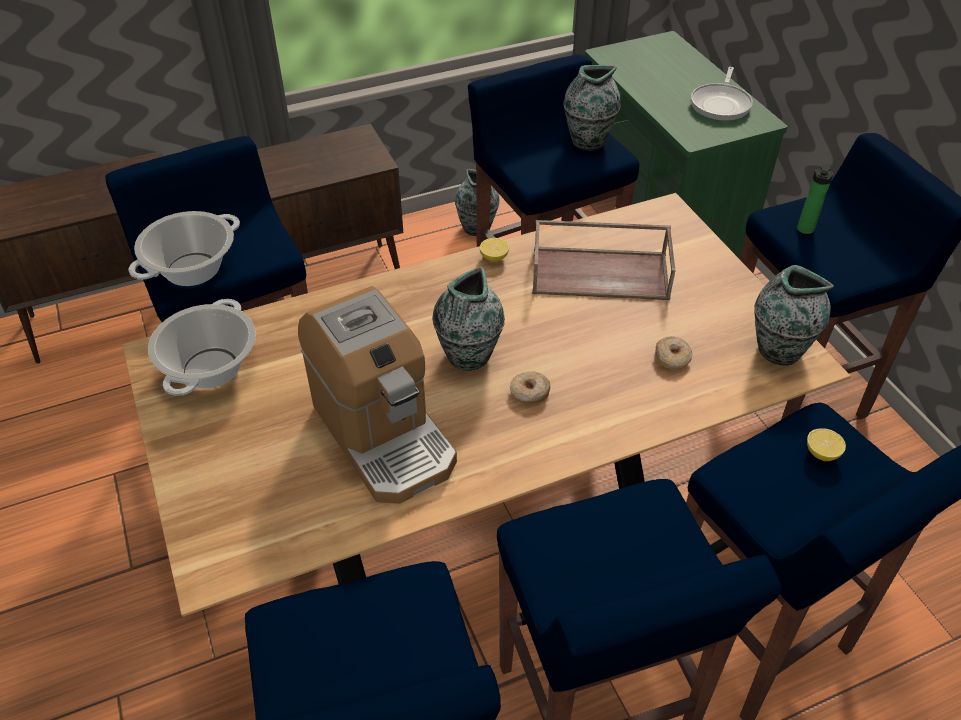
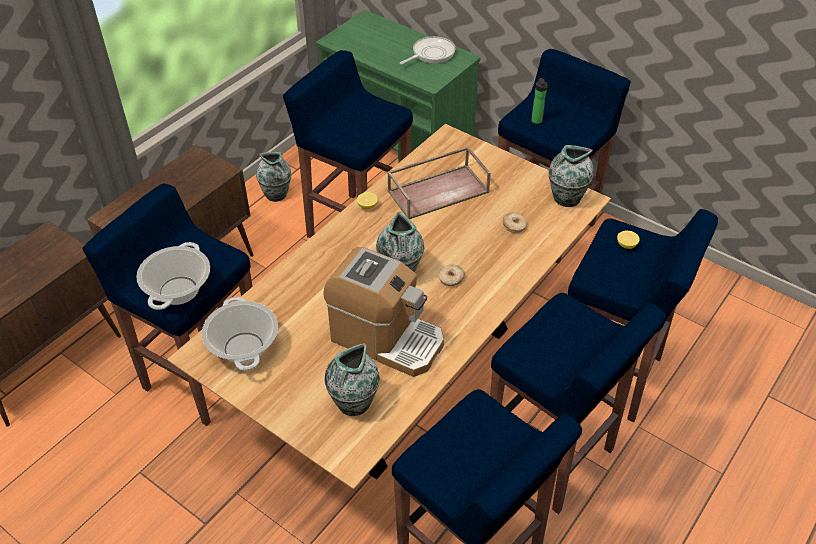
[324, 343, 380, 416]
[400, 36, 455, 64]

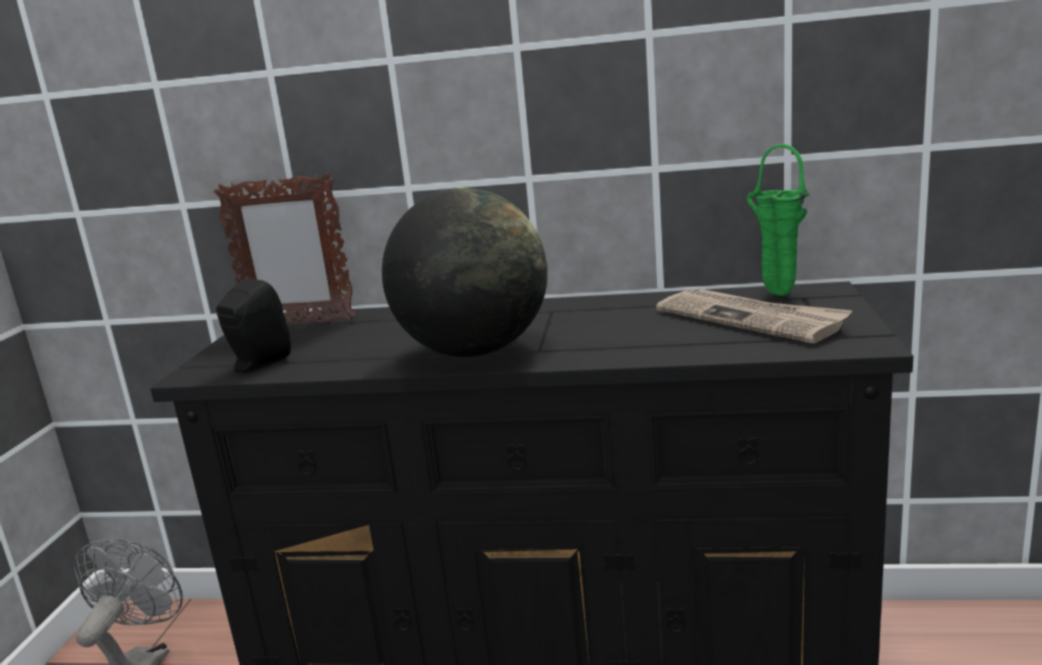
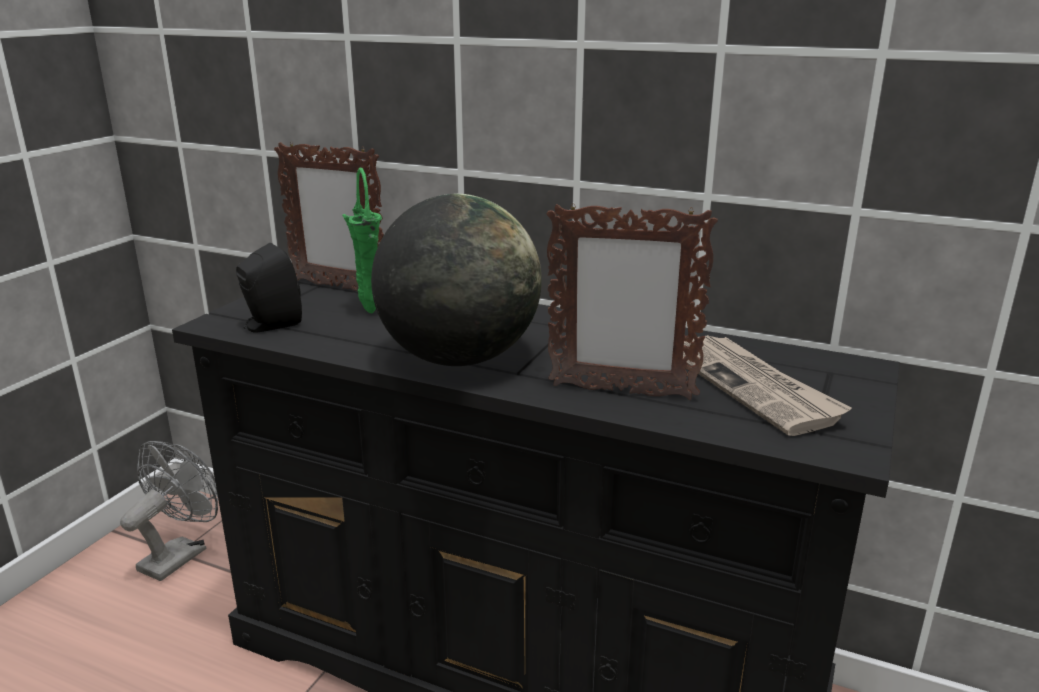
[547, 203, 718, 400]
[342, 168, 382, 314]

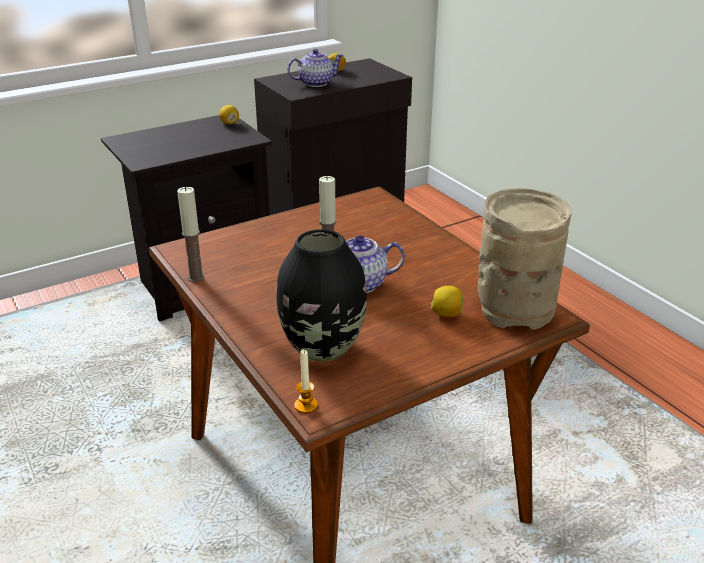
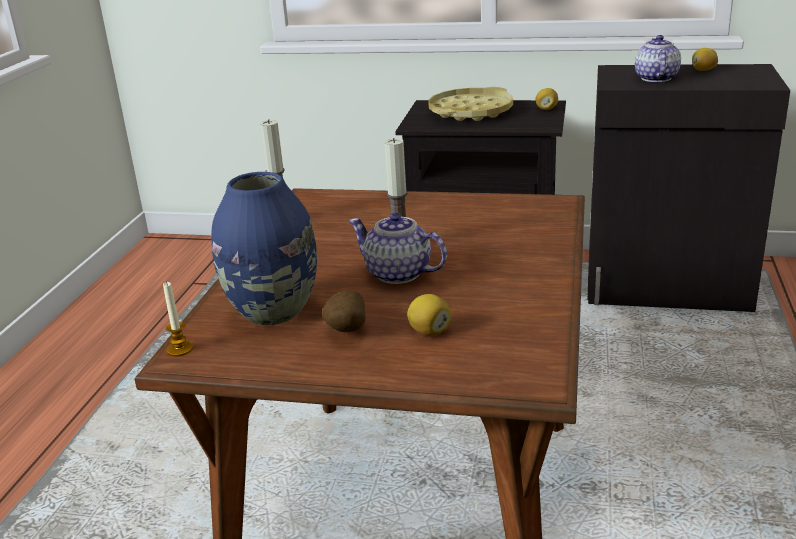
[478, 188, 572, 330] (first image)
[322, 291, 366, 332]
[429, 87, 513, 121]
[211, 172, 317, 325]
[635, 35, 681, 82]

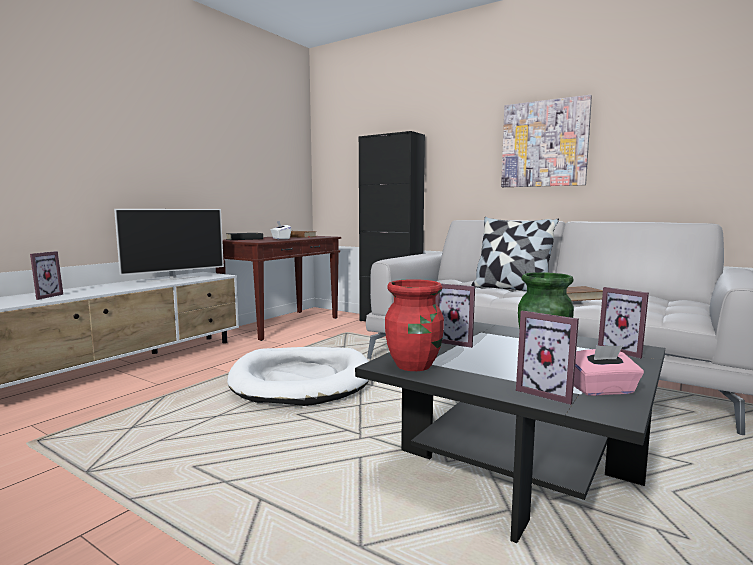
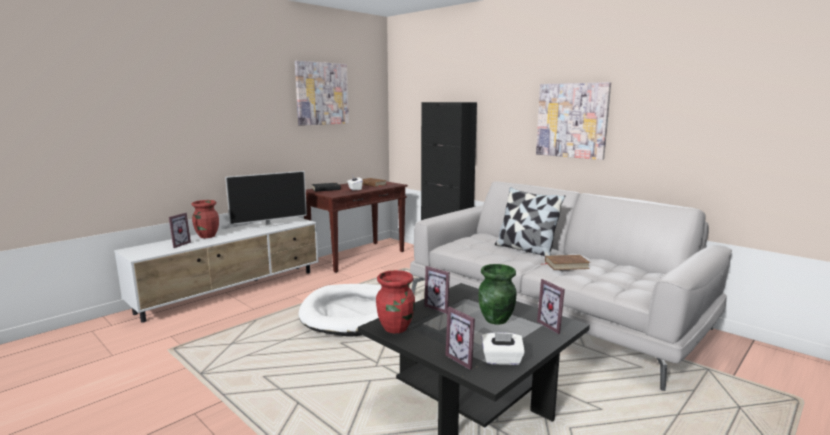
[192, 200, 219, 238]
[295, 61, 349, 126]
[481, 332, 525, 365]

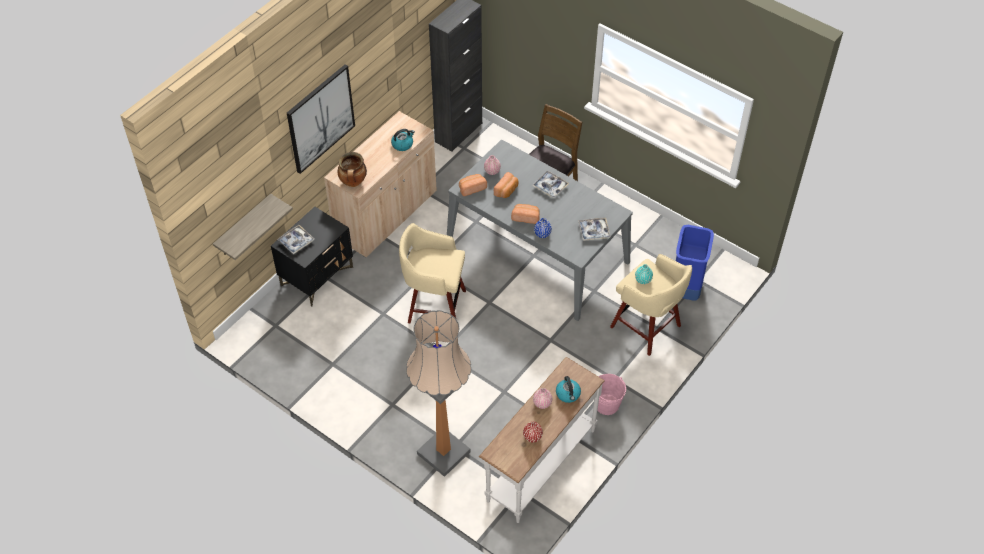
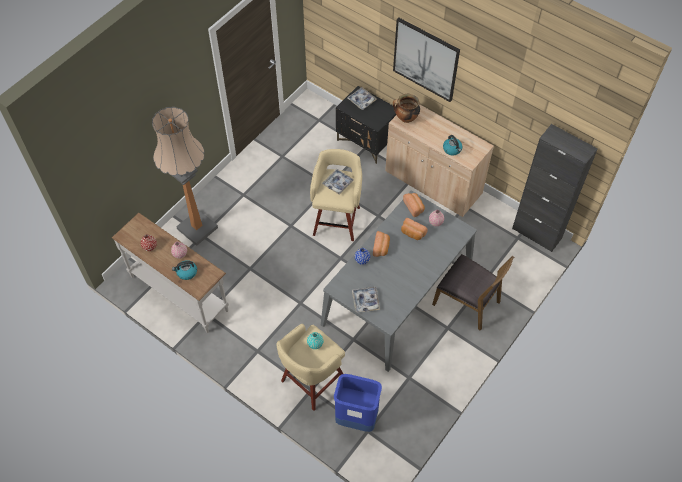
[213, 194, 293, 260] (first image)
[597, 374, 626, 415] (first image)
[322, 169, 354, 195]

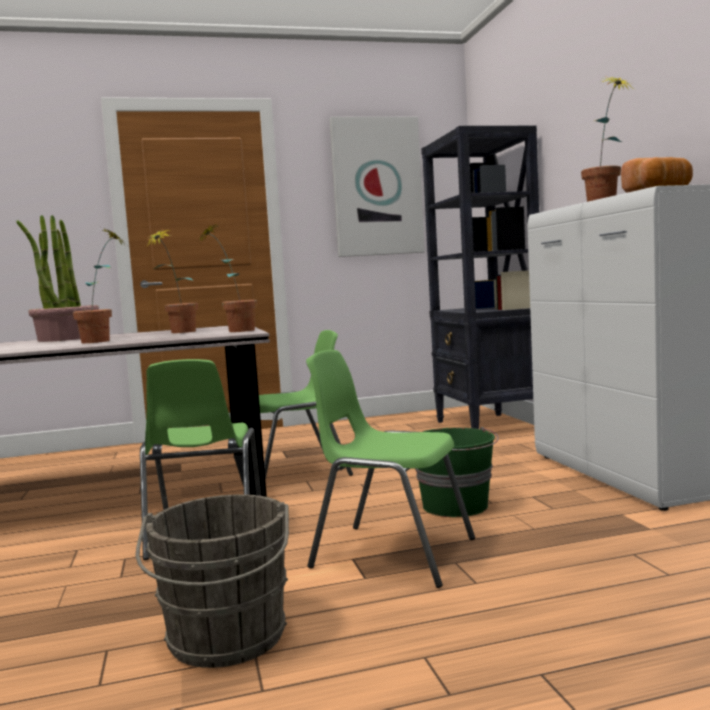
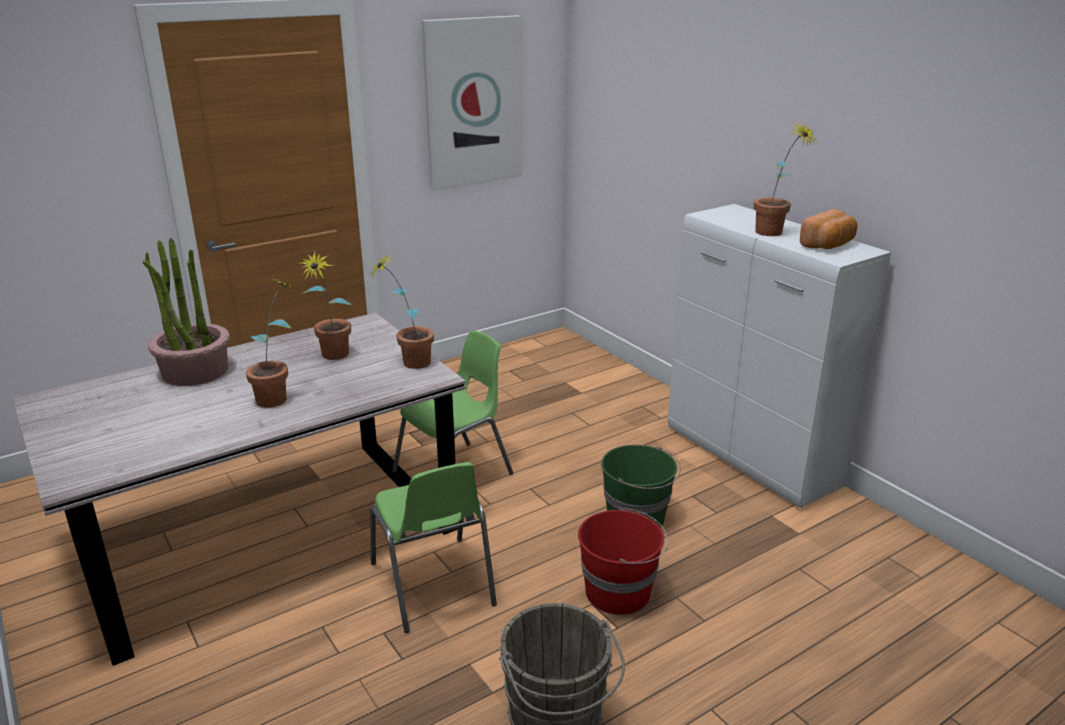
[421, 126, 539, 429] (first image)
[578, 507, 668, 615]

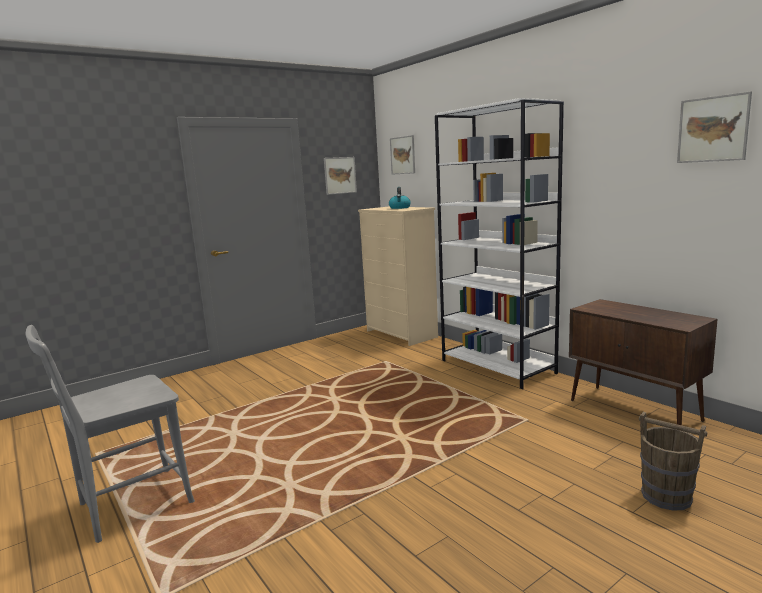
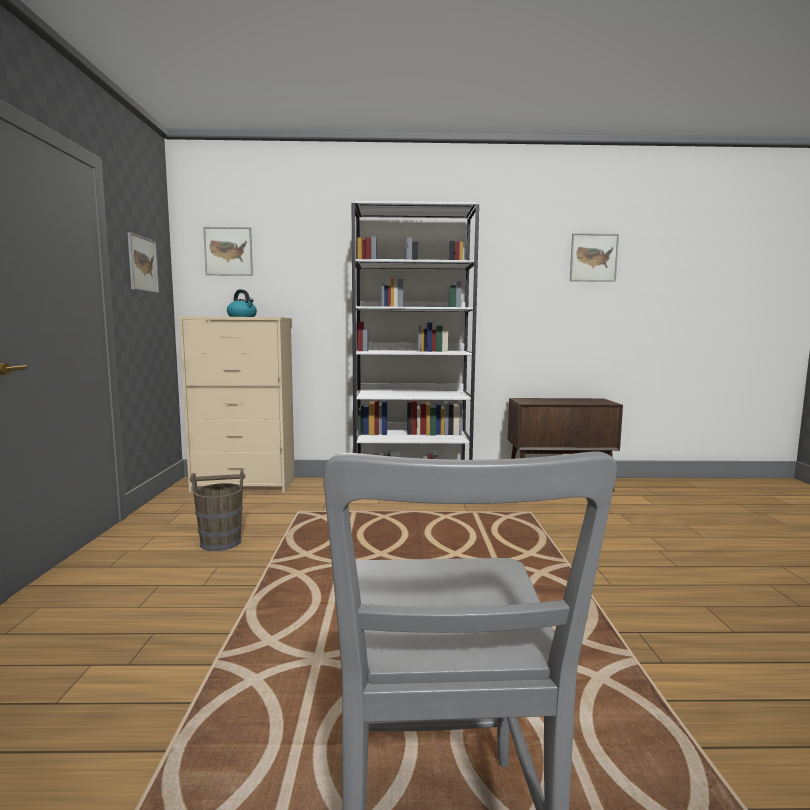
[190, 470, 245, 551]

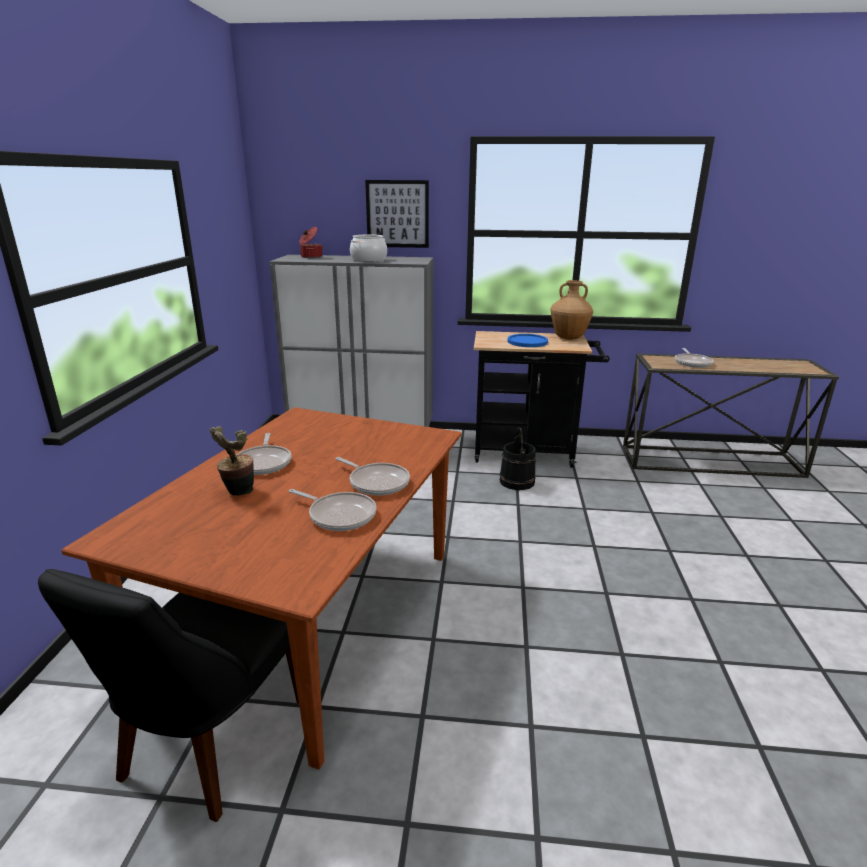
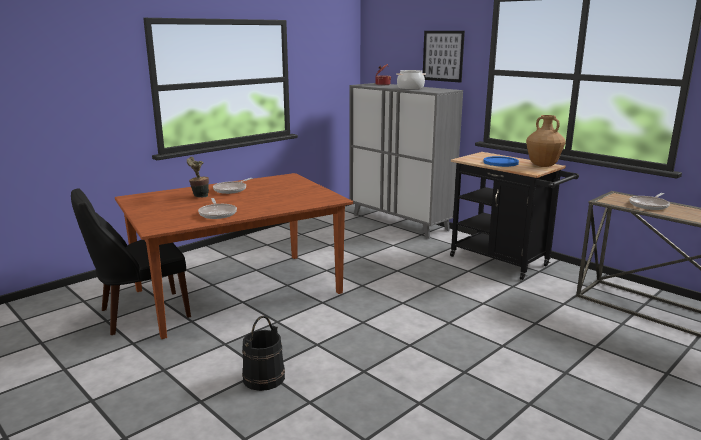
[335, 457, 410, 496] (first image)
[242, 316, 285, 391]

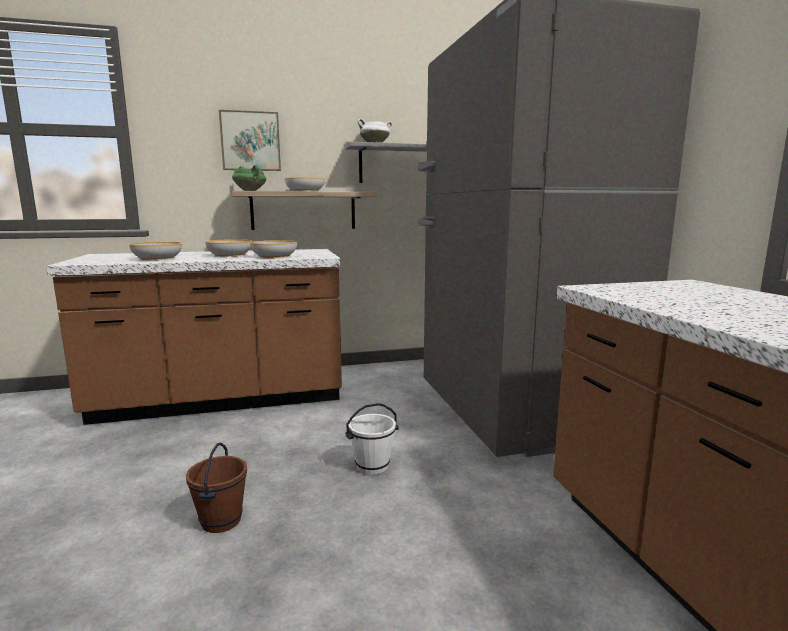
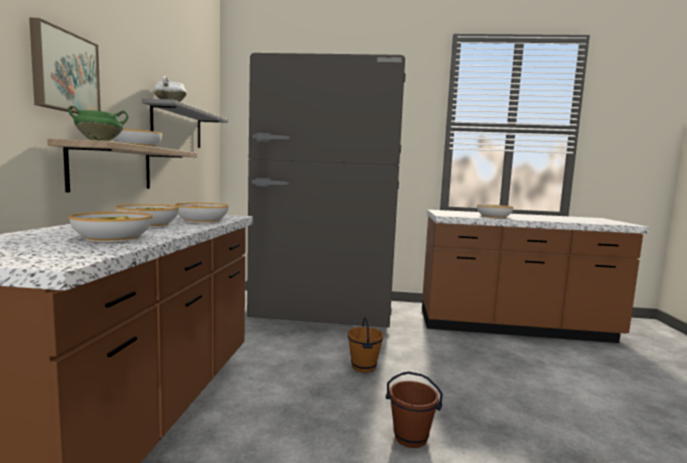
[477, 204, 514, 218]
[348, 317, 383, 373]

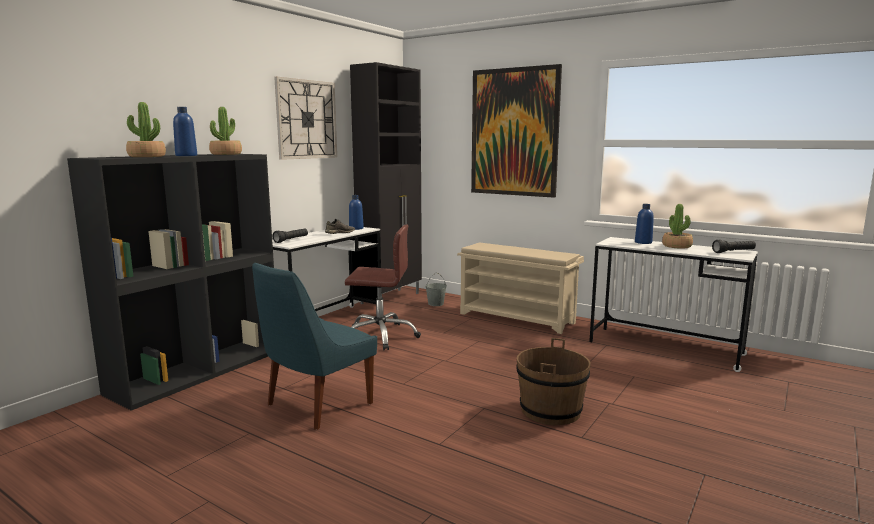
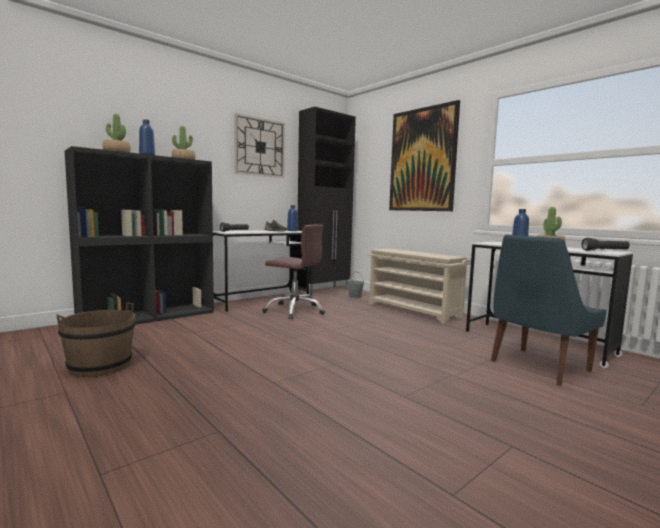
[491, 235, 607, 386]
[56, 302, 135, 377]

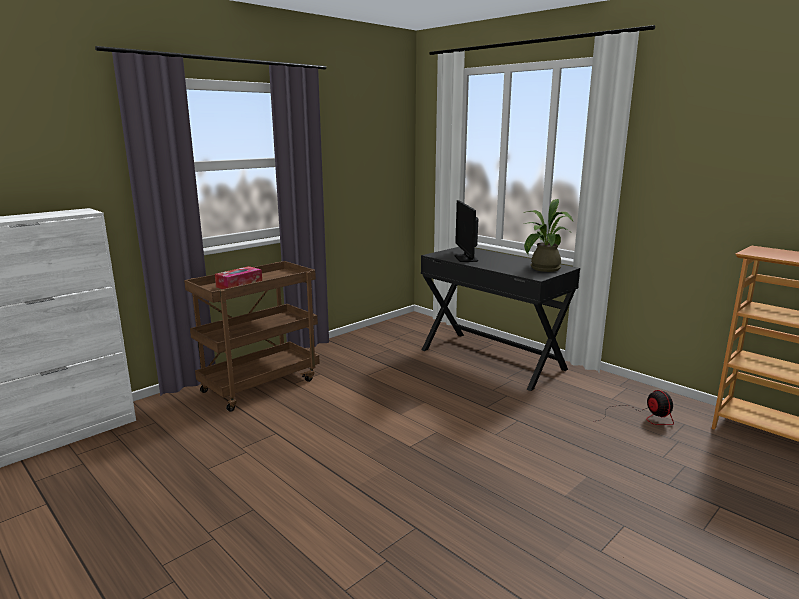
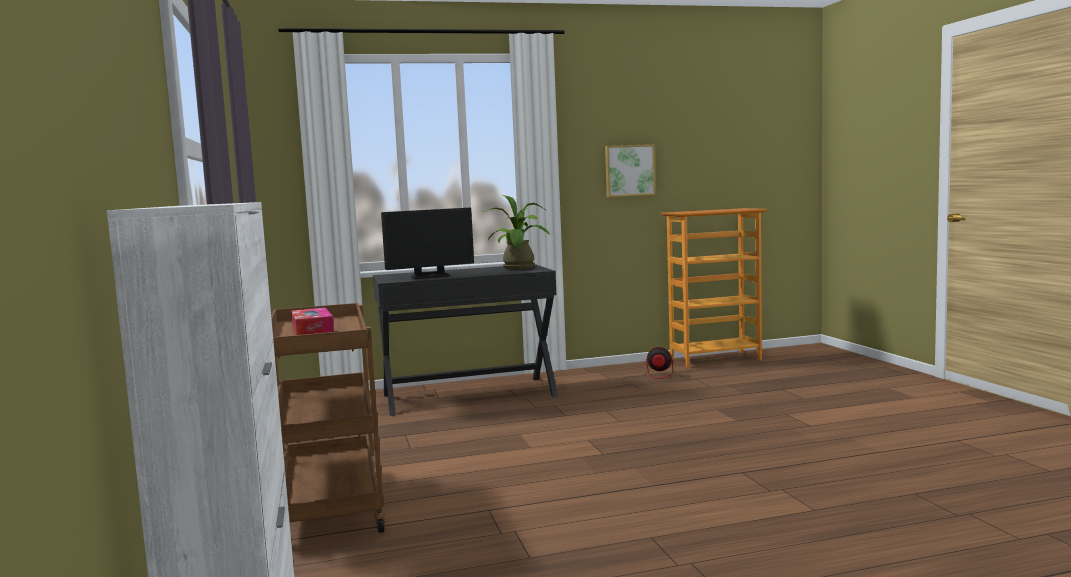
[605, 144, 656, 197]
[381, 208, 474, 279]

